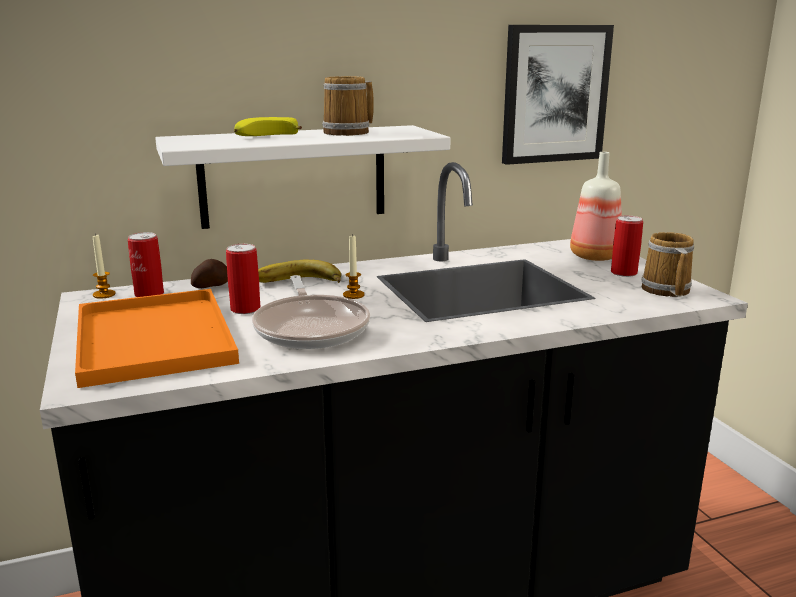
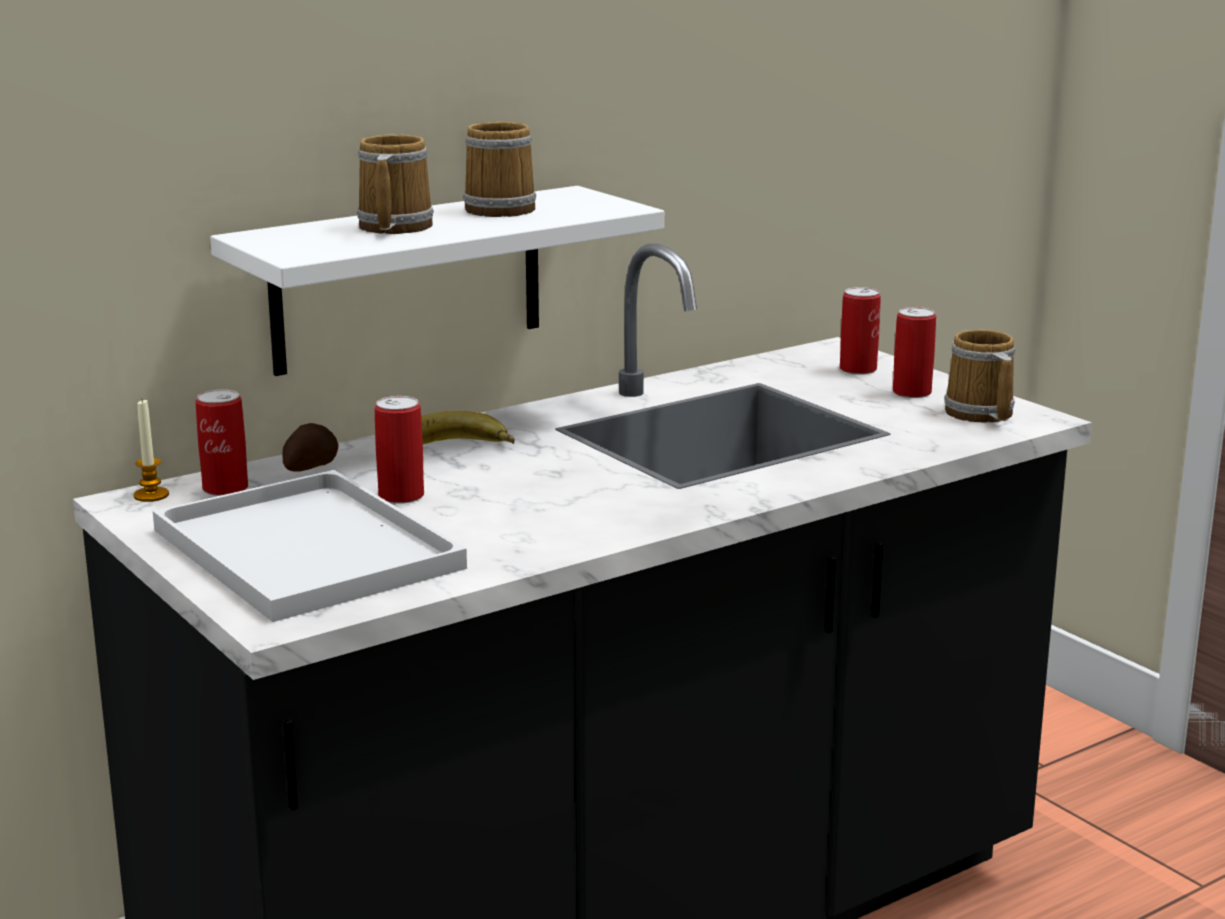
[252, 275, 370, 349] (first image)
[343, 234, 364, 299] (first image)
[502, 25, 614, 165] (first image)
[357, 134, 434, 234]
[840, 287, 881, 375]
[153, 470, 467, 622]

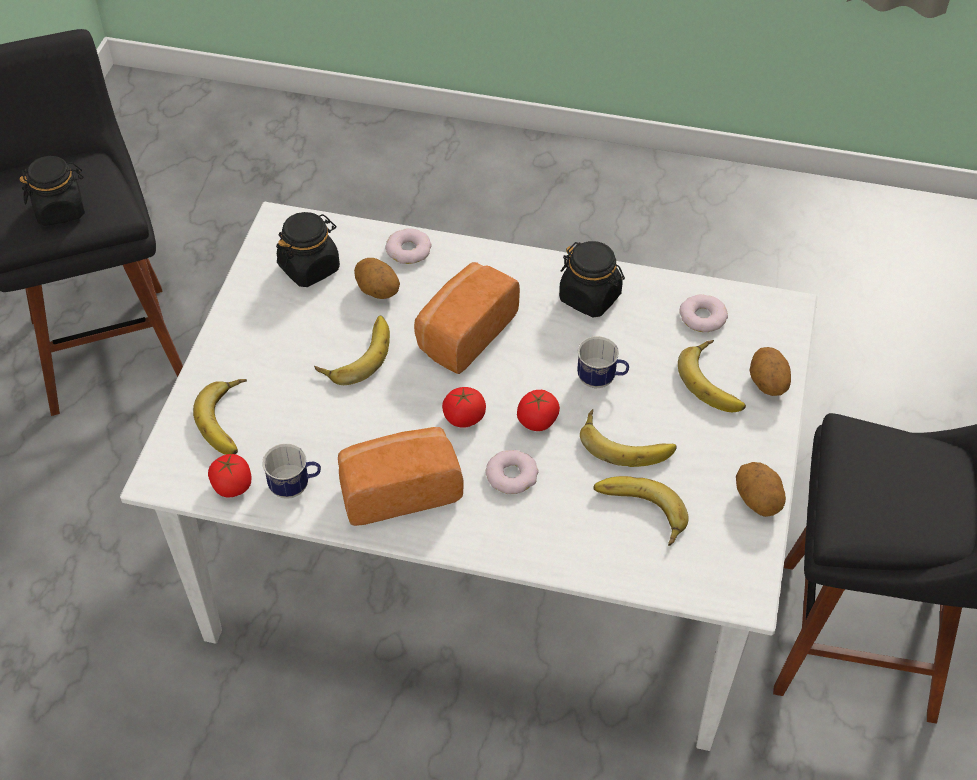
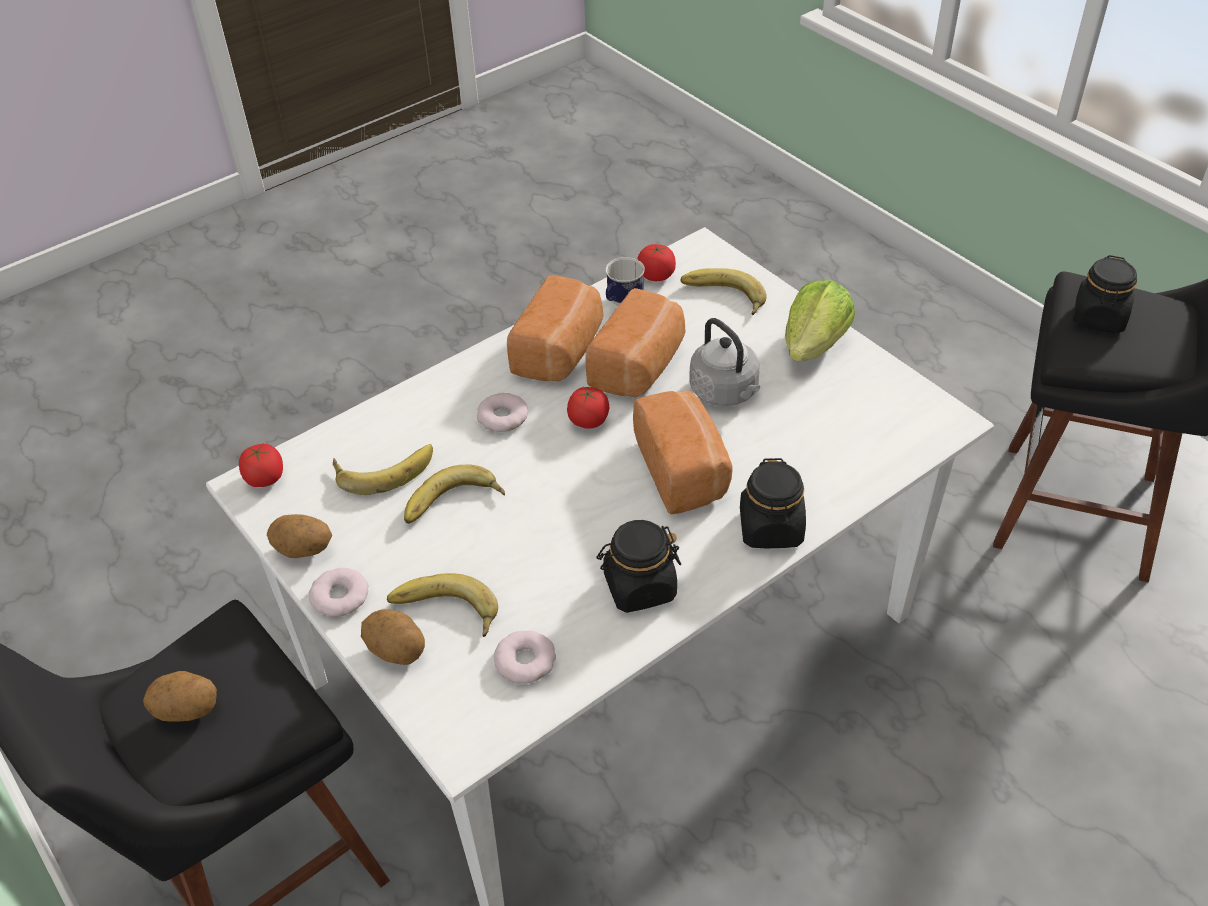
[577, 336, 629, 388] (first image)
[585, 288, 686, 398]
[785, 280, 855, 362]
[740, 458, 806, 548]
[143, 671, 217, 722]
[308, 568, 368, 617]
[239, 444, 283, 487]
[689, 318, 760, 406]

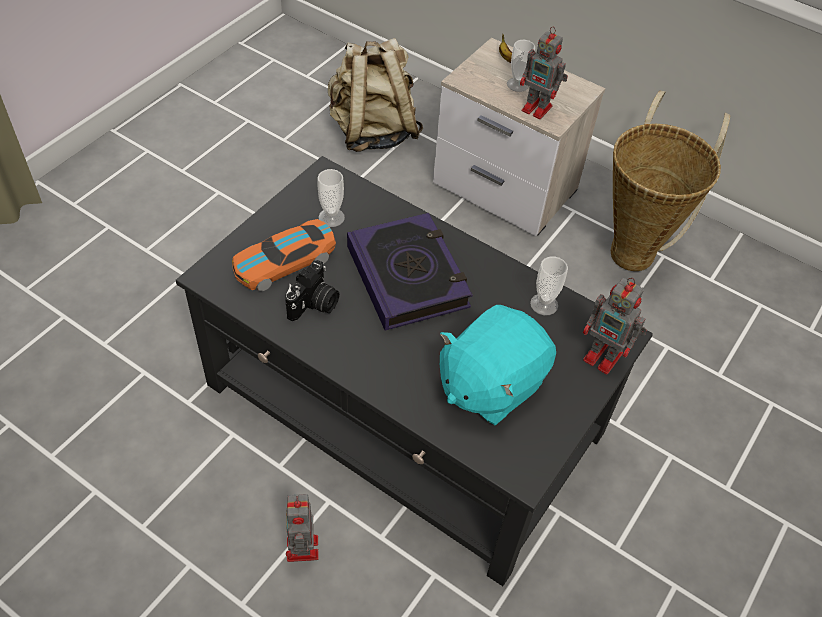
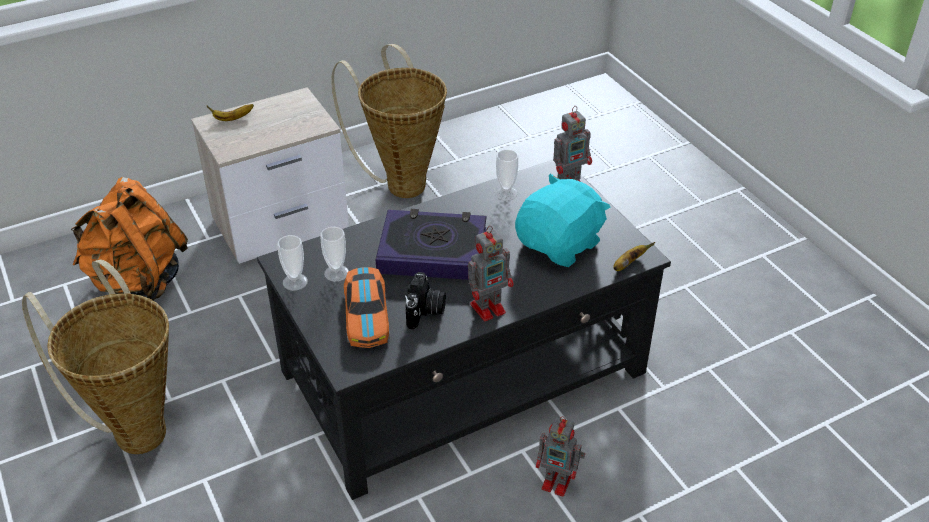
[22, 259, 169, 454]
[613, 242, 655, 271]
[277, 235, 308, 291]
[468, 226, 513, 321]
[71, 177, 188, 300]
[405, 272, 446, 329]
[515, 174, 610, 267]

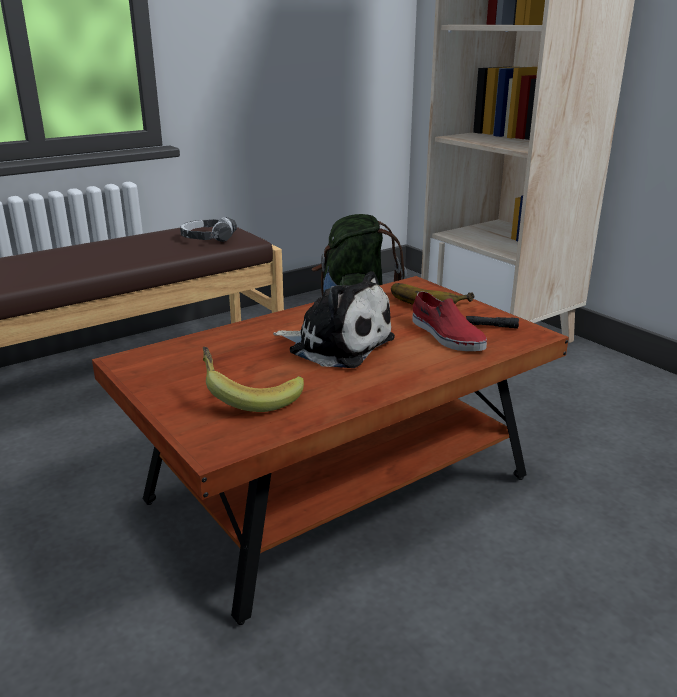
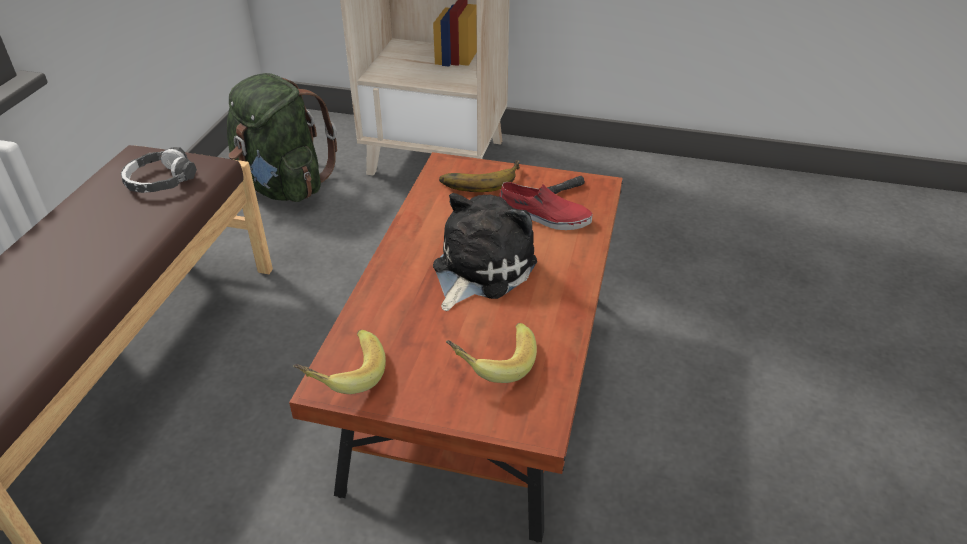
[293, 330, 386, 394]
[433, 193, 537, 311]

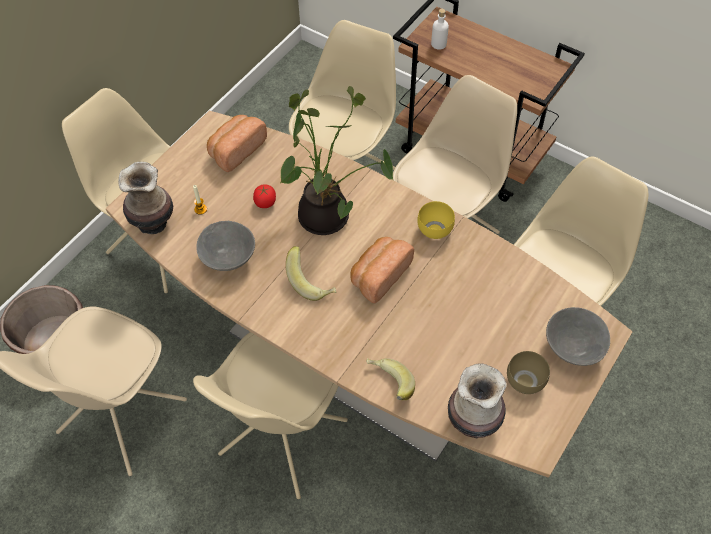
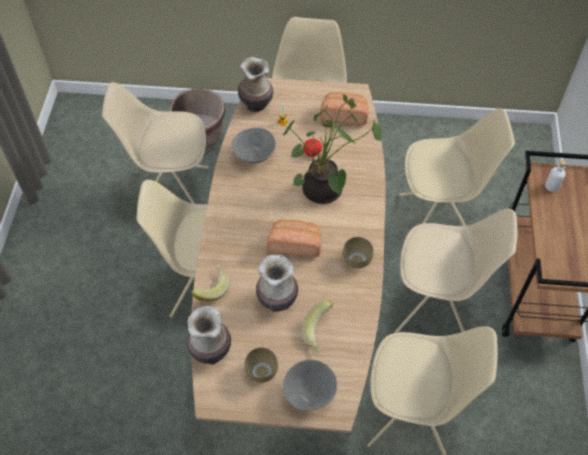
[256, 255, 298, 312]
[302, 300, 334, 353]
[343, 237, 374, 268]

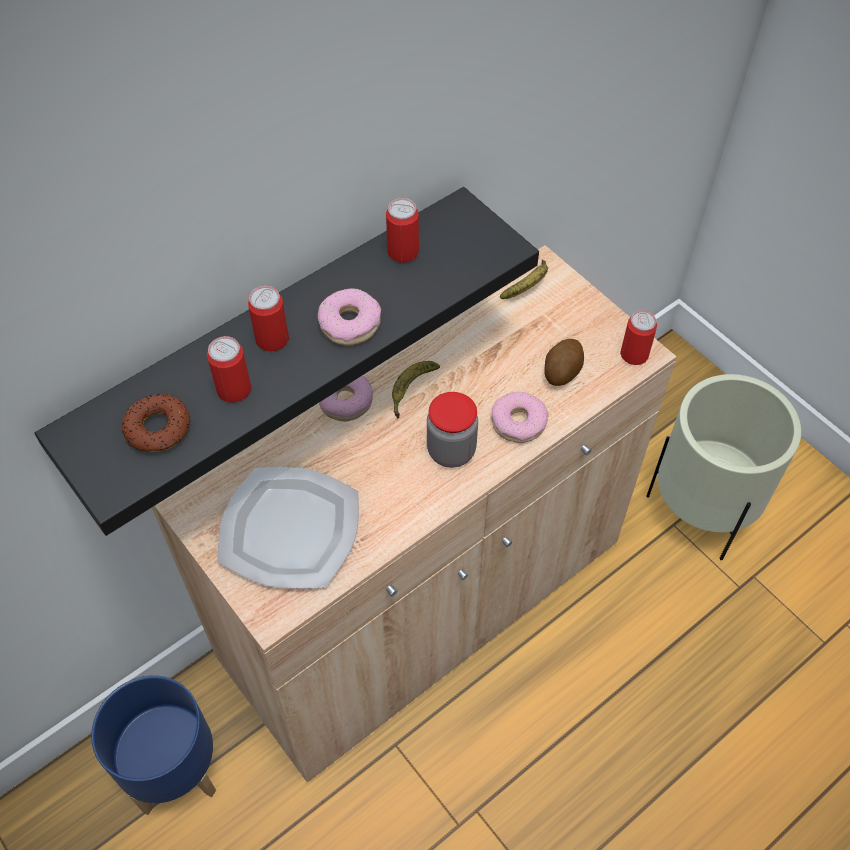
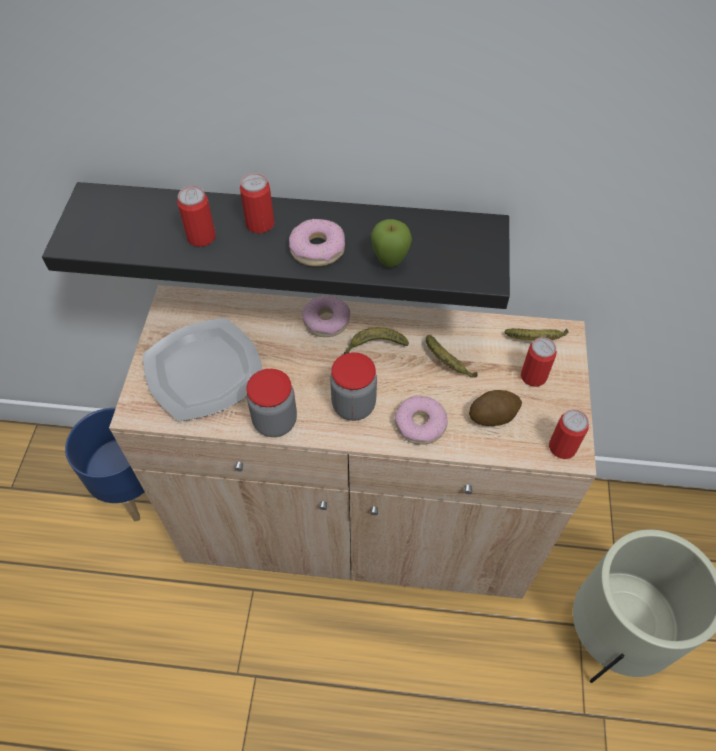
[122, 394, 191, 452] (first image)
[246, 369, 297, 437]
[371, 219, 412, 268]
[426, 335, 478, 378]
[521, 337, 557, 387]

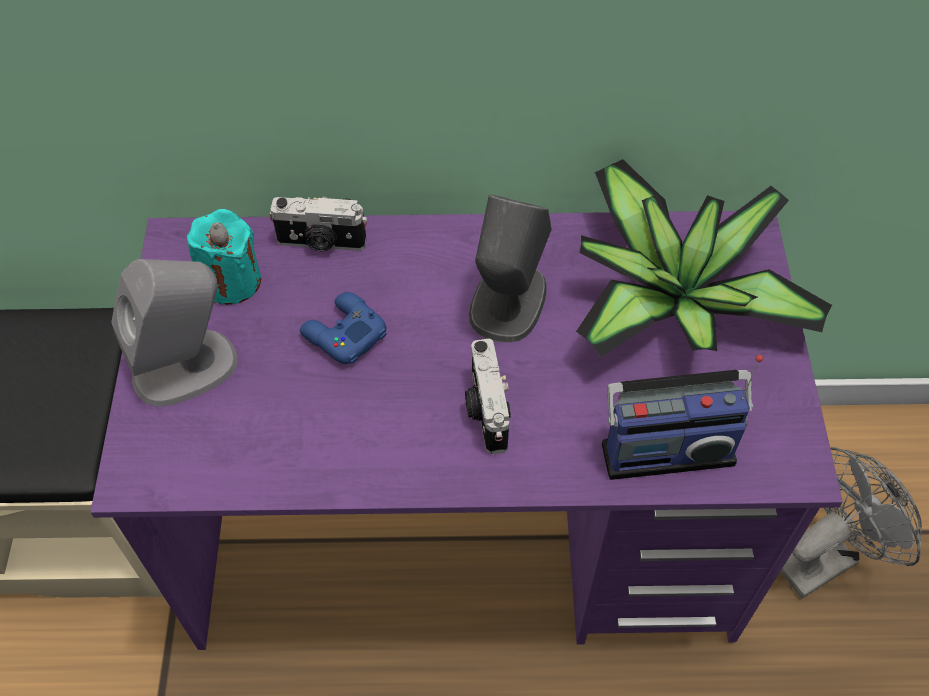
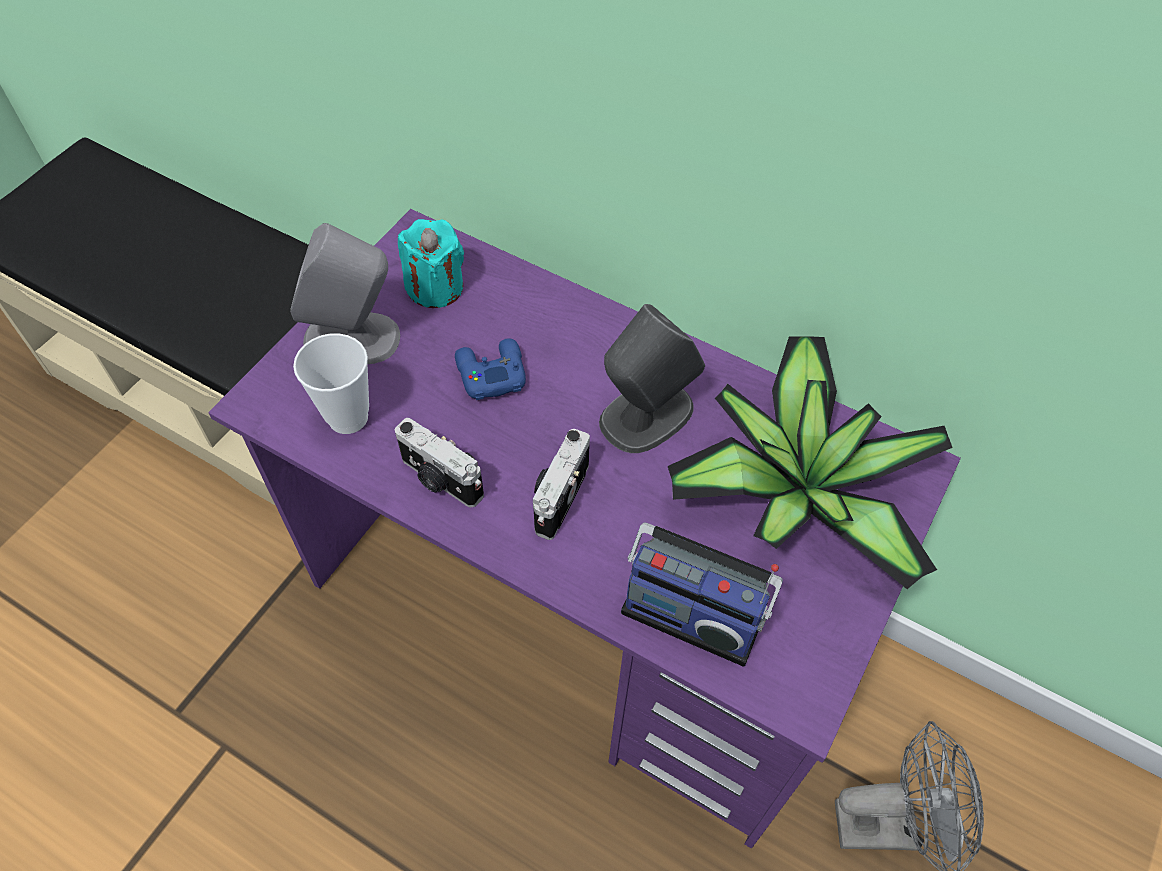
[293, 333, 369, 434]
[395, 418, 484, 508]

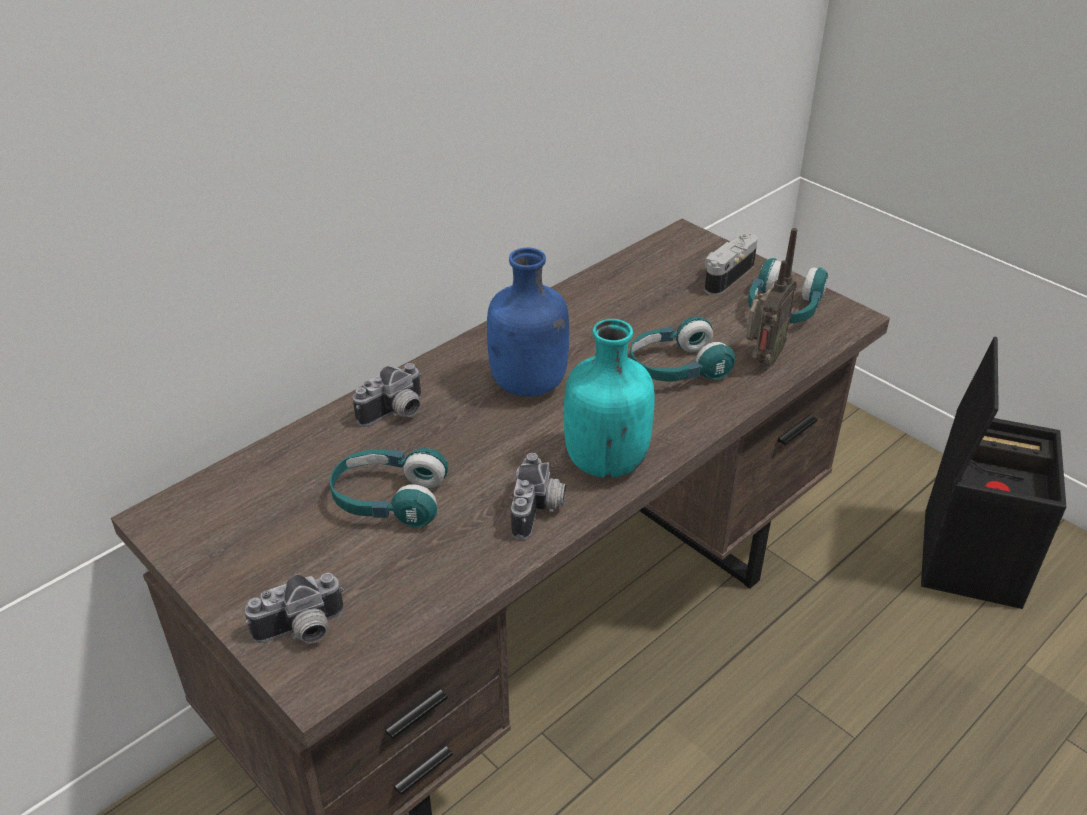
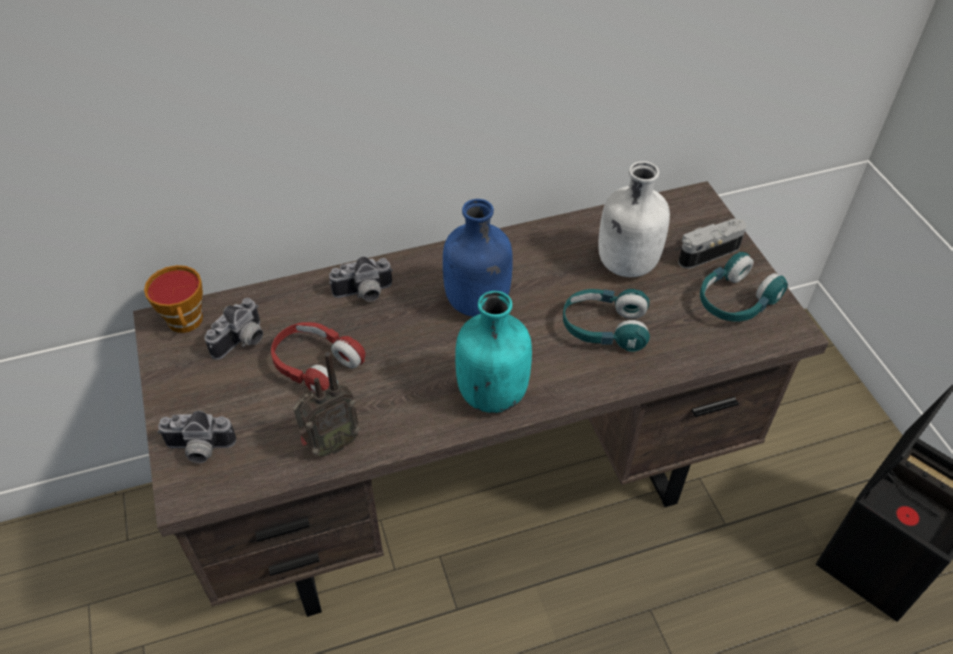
[144, 265, 203, 333]
[598, 161, 670, 277]
[205, 298, 263, 360]
[293, 352, 360, 457]
[271, 322, 365, 393]

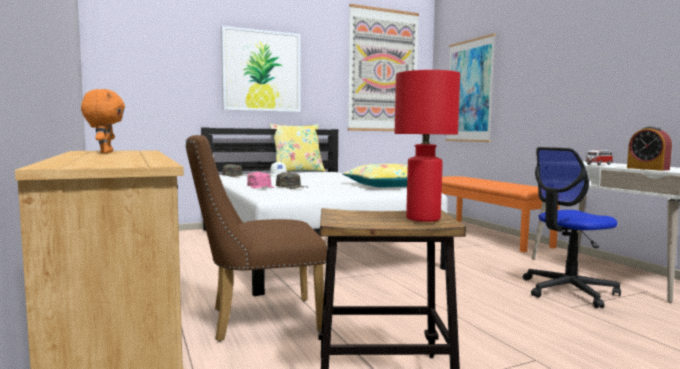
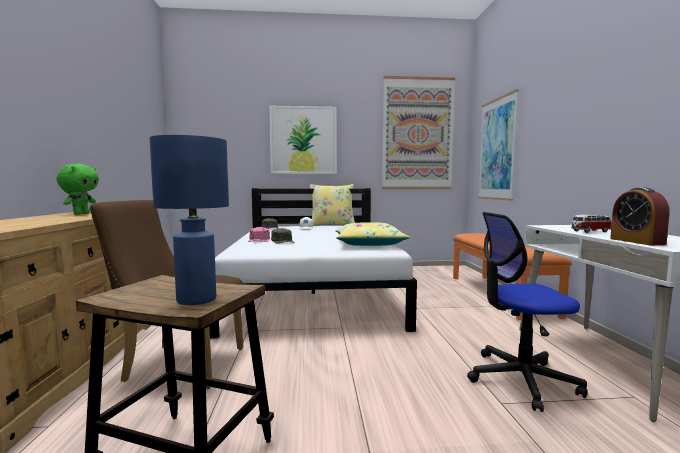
[57, 164, 99, 215]
[150, 135, 229, 305]

